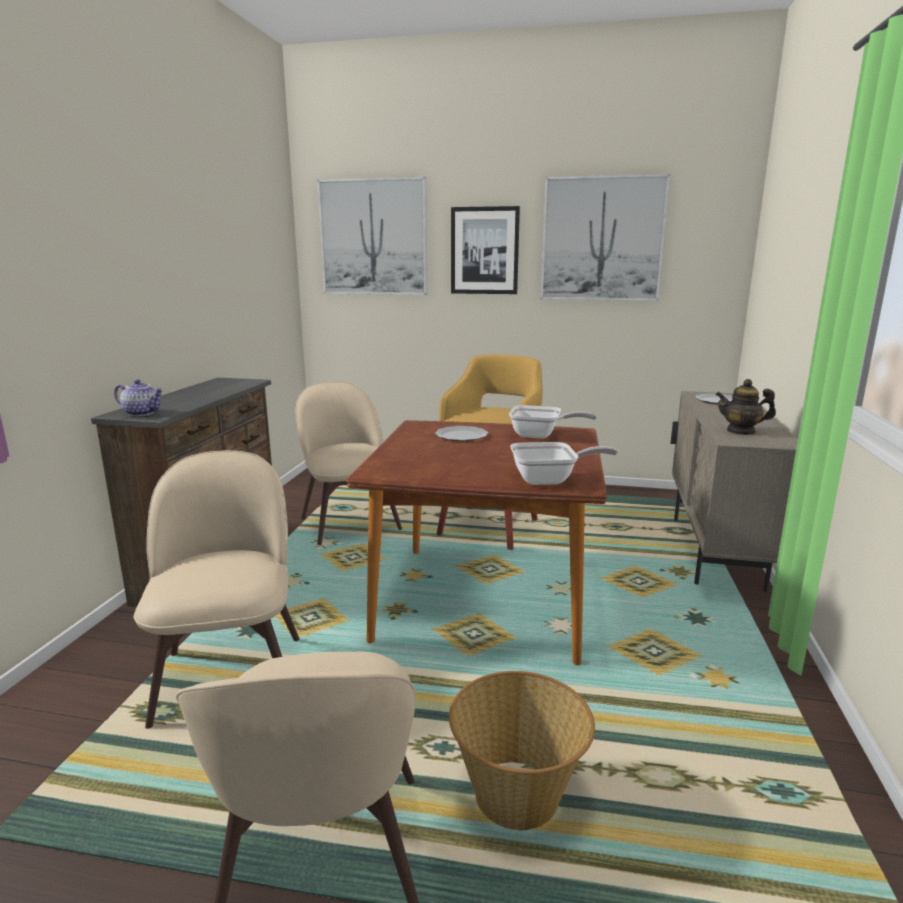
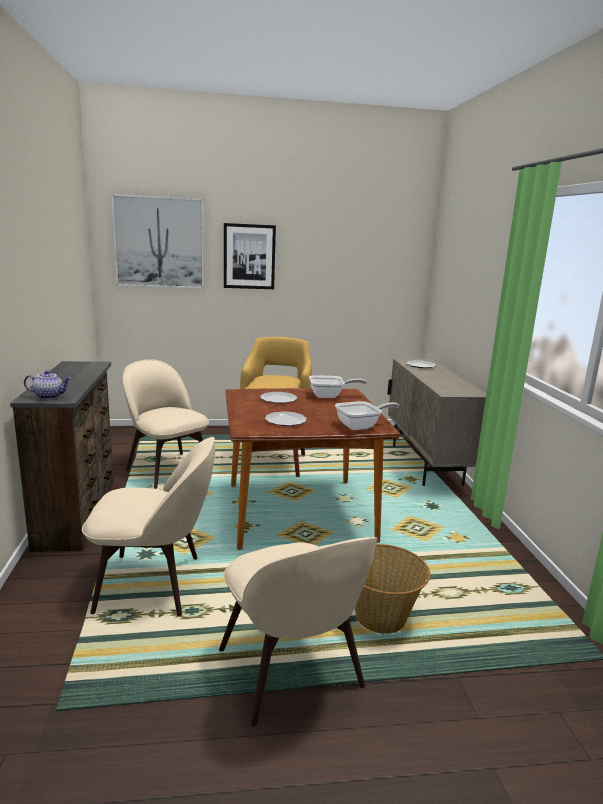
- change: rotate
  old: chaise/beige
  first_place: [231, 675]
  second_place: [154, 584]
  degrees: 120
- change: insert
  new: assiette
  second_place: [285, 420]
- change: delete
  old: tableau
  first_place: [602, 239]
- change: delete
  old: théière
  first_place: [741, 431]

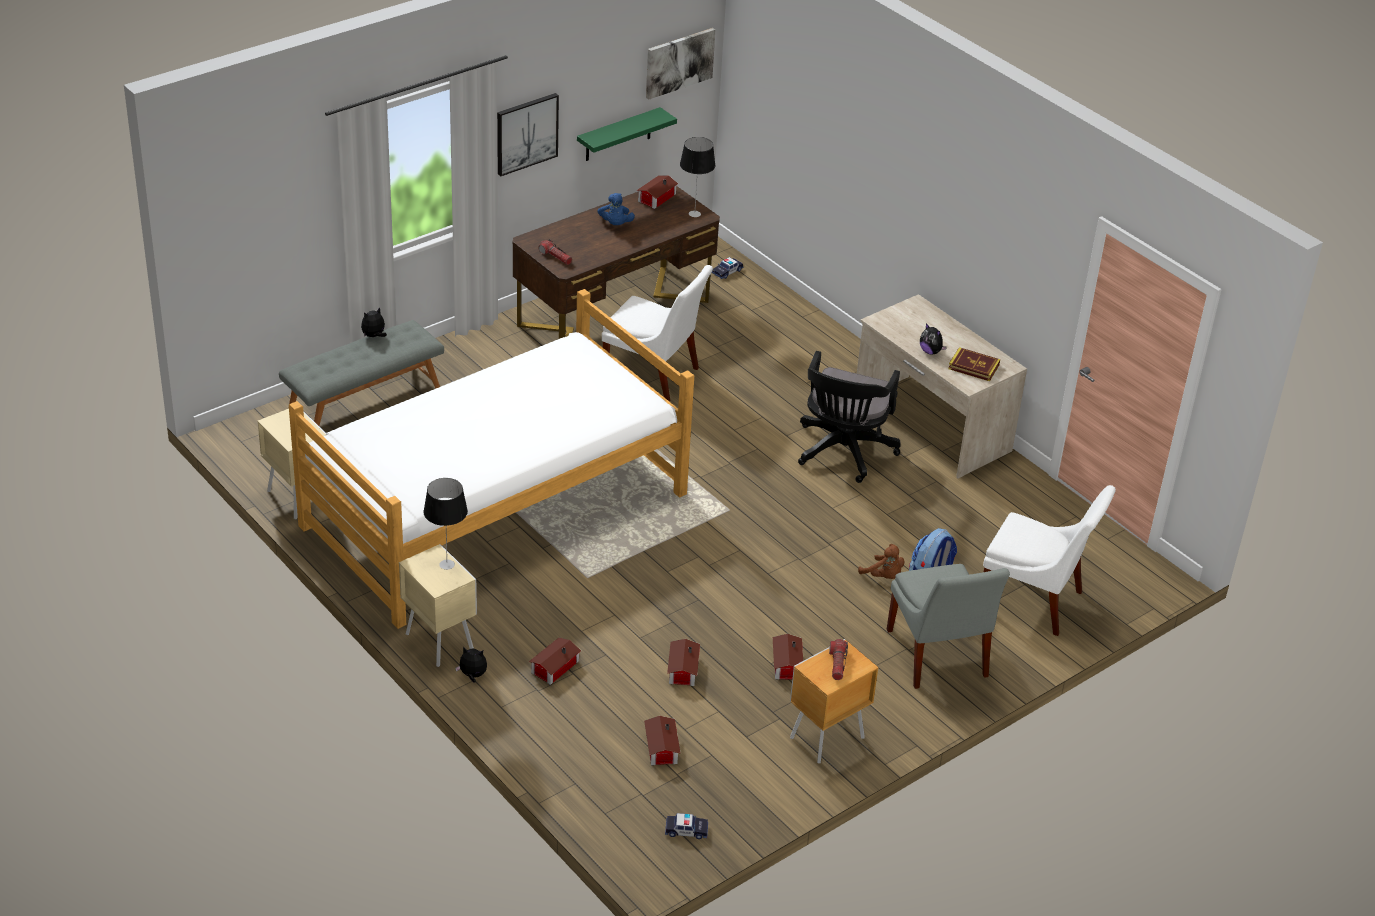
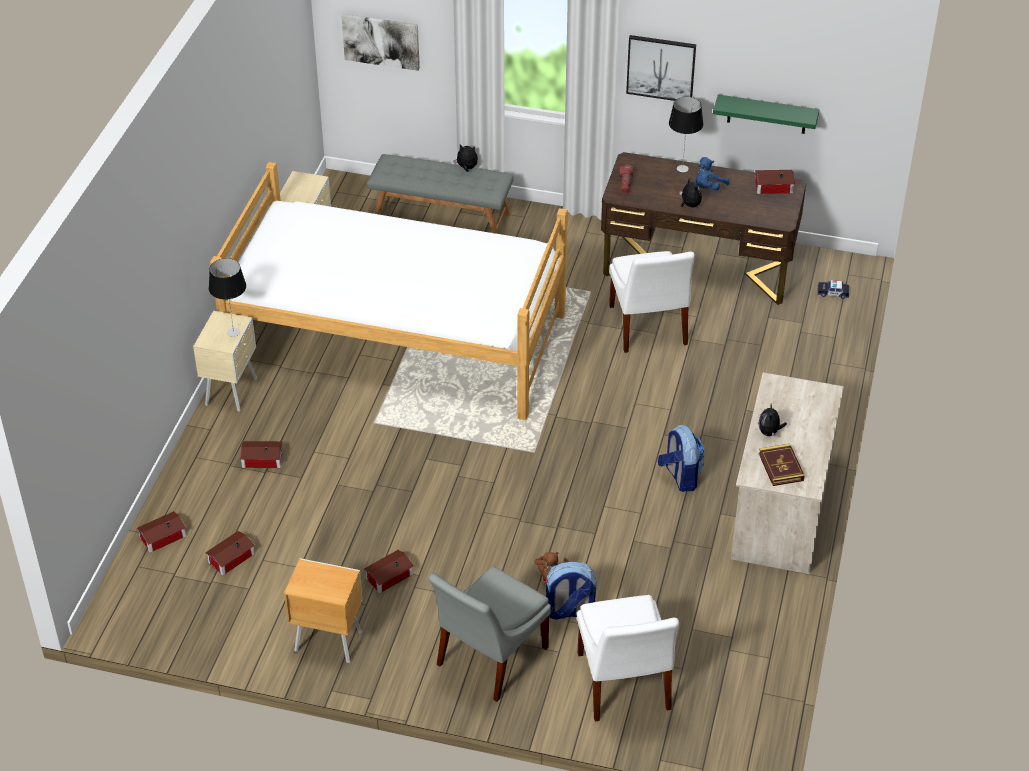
- change: move
  old: maison miniature
  first_place: [681, 670]
  second_place: [161, 537]
- change: move
  old: tableau
  first_place: [679, 62]
  second_place: [381, 41]
- change: replace
  old: chaise de bureau/noir
  new: sac à dos
  first_place: [843, 453]
  second_place: [680, 476]
- change: move
  old: lampe de table
  first_place: [694, 214]
  second_place: [682, 168]
- change: move
  old: peluche
  first_place: [472, 676]
  second_place: [689, 205]
- change: delete
  old: petite voiture
  first_place: [686, 830]
- change: delete
  old: lampe de poche
  first_place: [837, 664]

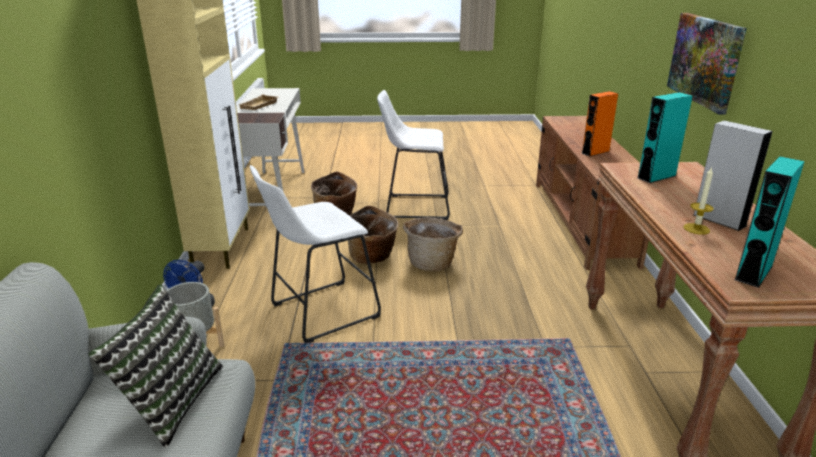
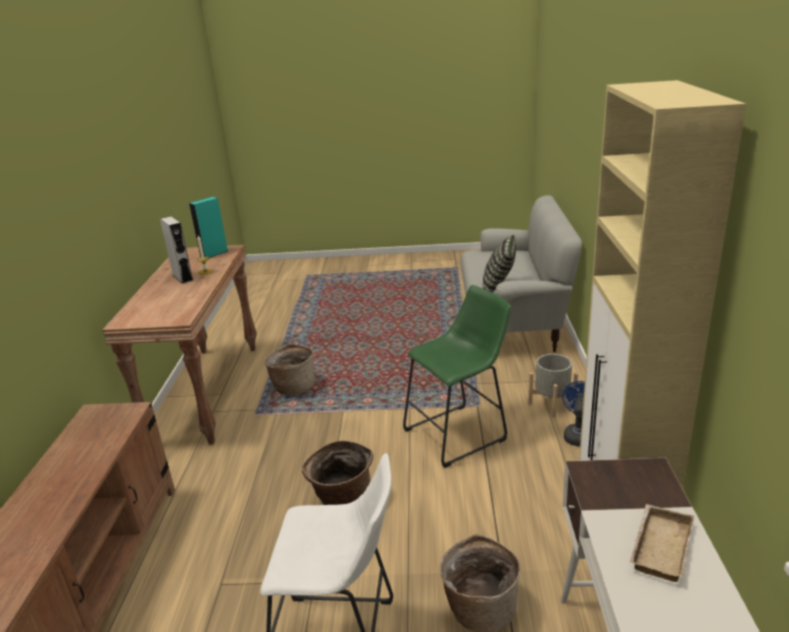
- change: move
  old: panier
  first_place: [372, 257]
  second_place: [293, 387]
- change: recolor
  old: tabouret/blanc
  new: tabouret/vert
  first_place: [319, 312]
  second_place: [460, 433]
- change: delete
  old: enceinte/orange
  first_place: [595, 152]
- change: delete
  old: enceinte/turquoise
  first_place: [656, 177]
- change: delete
  old: tableau
  first_place: [705, 60]

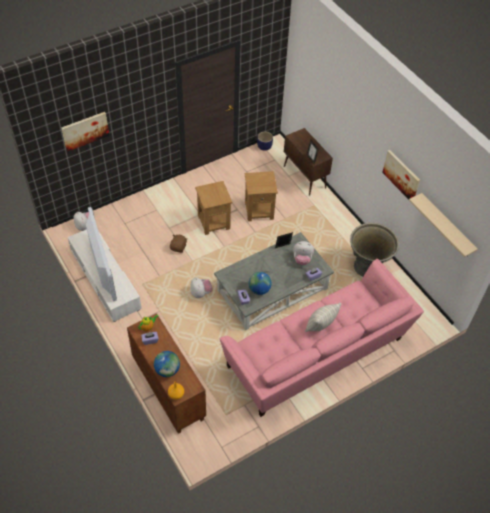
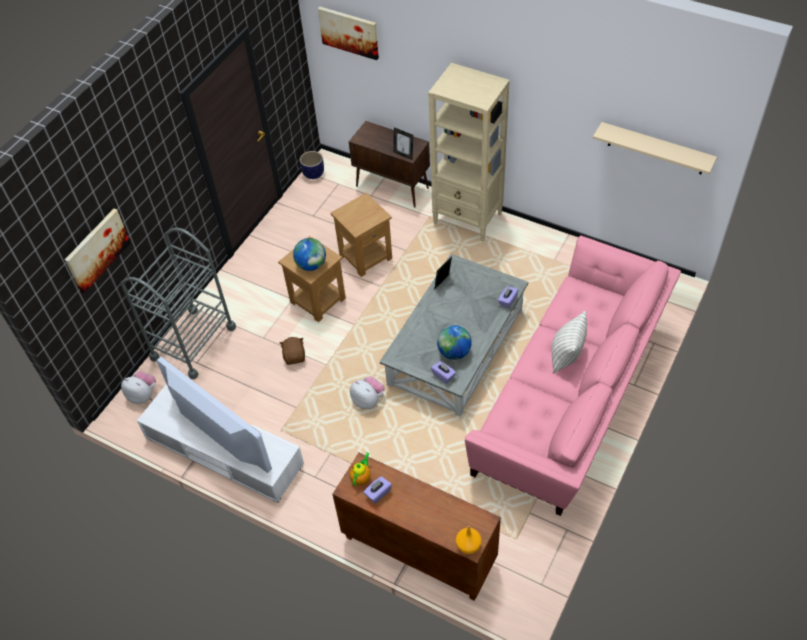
- change: insert
  new: chariot/gris
  second_place: [193, 342]
- change: move
  old: globe
  first_place: [167, 370]
  second_place: [311, 265]
- change: move
  old: tableau
  first_place: [401, 175]
  second_place: [349, 32]
- change: insert
  new: bibliothèque/beige
  second_place: [468, 219]
- change: delete
  old: peluche
  first_place: [302, 259]
- change: delete
  old: cache-pot/gris
  first_place: [367, 267]

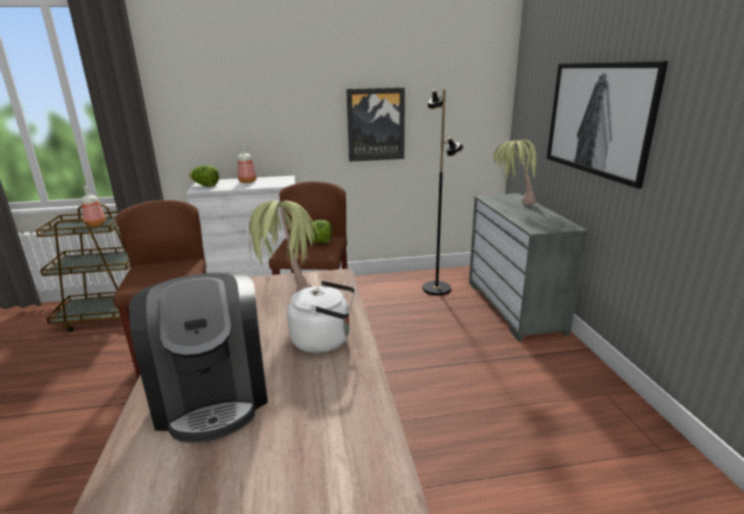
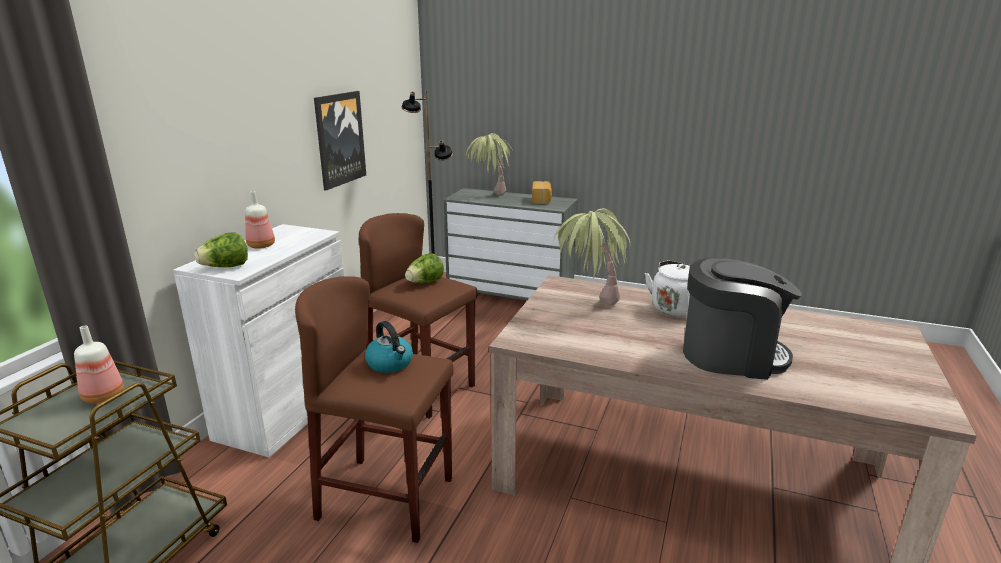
- change: insert
  new: bouilloire
  second_place: [390, 363]
- change: insert
  new: pain
  second_place: [542, 200]
- change: delete
  old: tableau
  first_place: [599, 119]

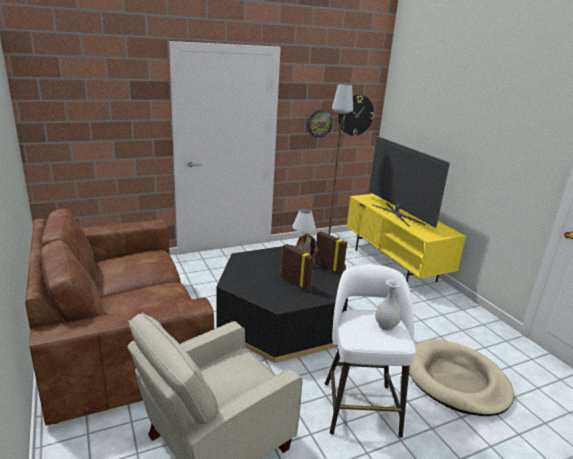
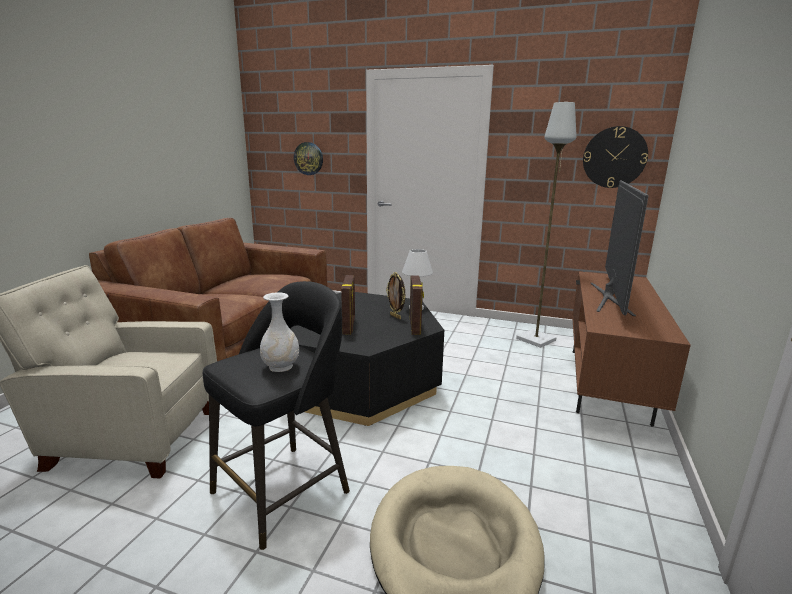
- change: recolor
  old: tabouret/blanc
  new: tabouret/noir
  first_place: [360, 406]
  second_place: [284, 490]
- change: move
  old: horloge murale
  first_place: [319, 123]
  second_place: [308, 158]
- change: recolor
  old: meuble télé/jaune
  new: meuble télé/marron
  first_place: [395, 265]
  second_place: [608, 384]

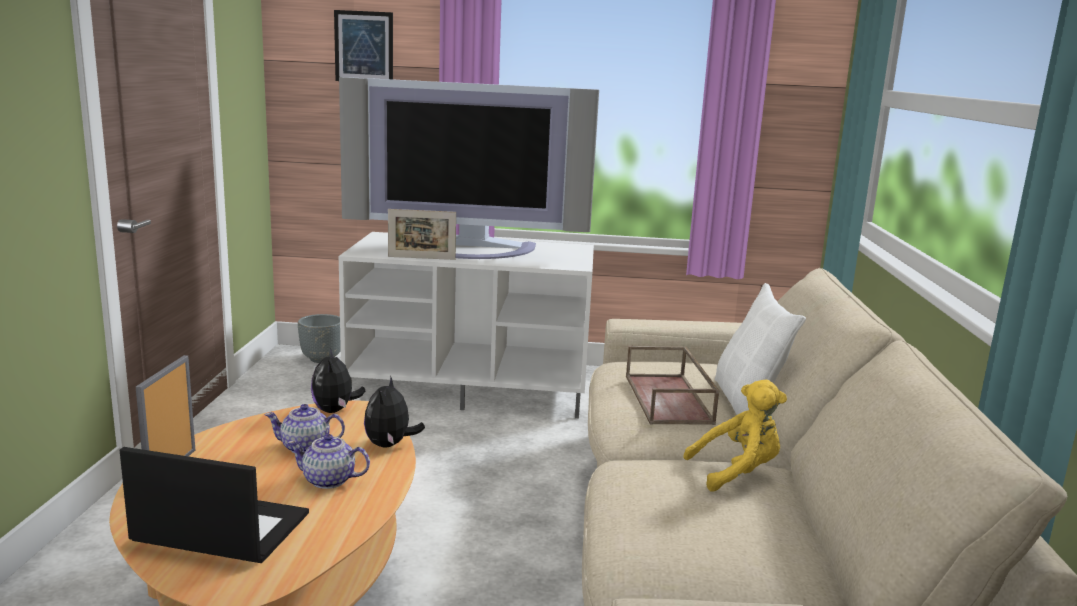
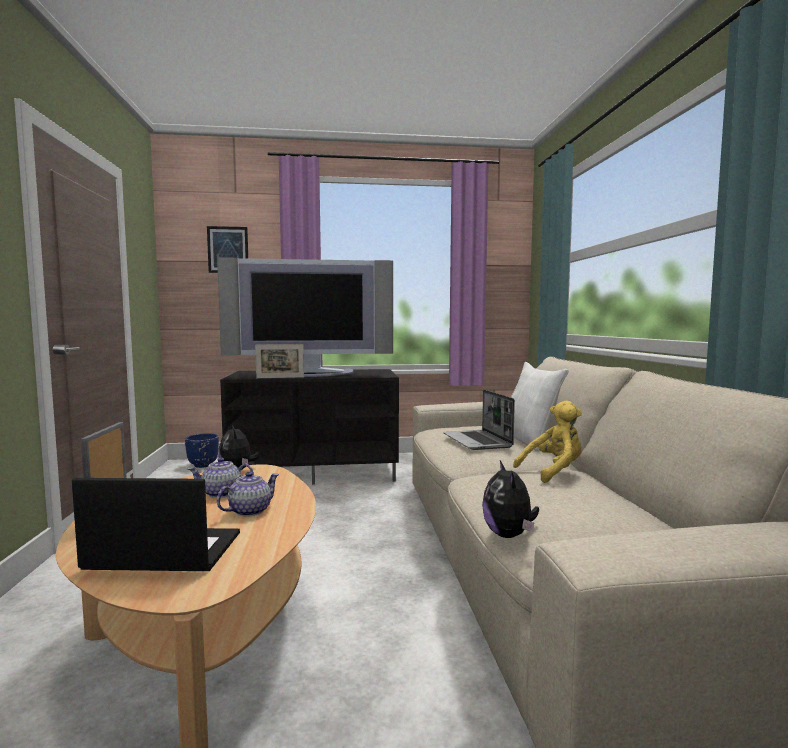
- change: recolor
  old: cache-pot/gris
  new: cache-pot/bleu
  first_place: [321, 359]
  second_place: [203, 465]
- change: rotate
  old: théière
  first_place: [329, 480]
  second_place: [249, 511]
  degrees: 135
- change: recolor
  old: meuble télé/blanc
  new: meuble télé/noir
  first_place: [472, 388]
  second_place: [316, 472]
- change: replace
  old: plateau/marron
  new: ordinateur portable
  first_place: [669, 399]
  second_place: [478, 441]
- change: move
  old: peluche
  first_place: [390, 445]
  second_place: [509, 535]

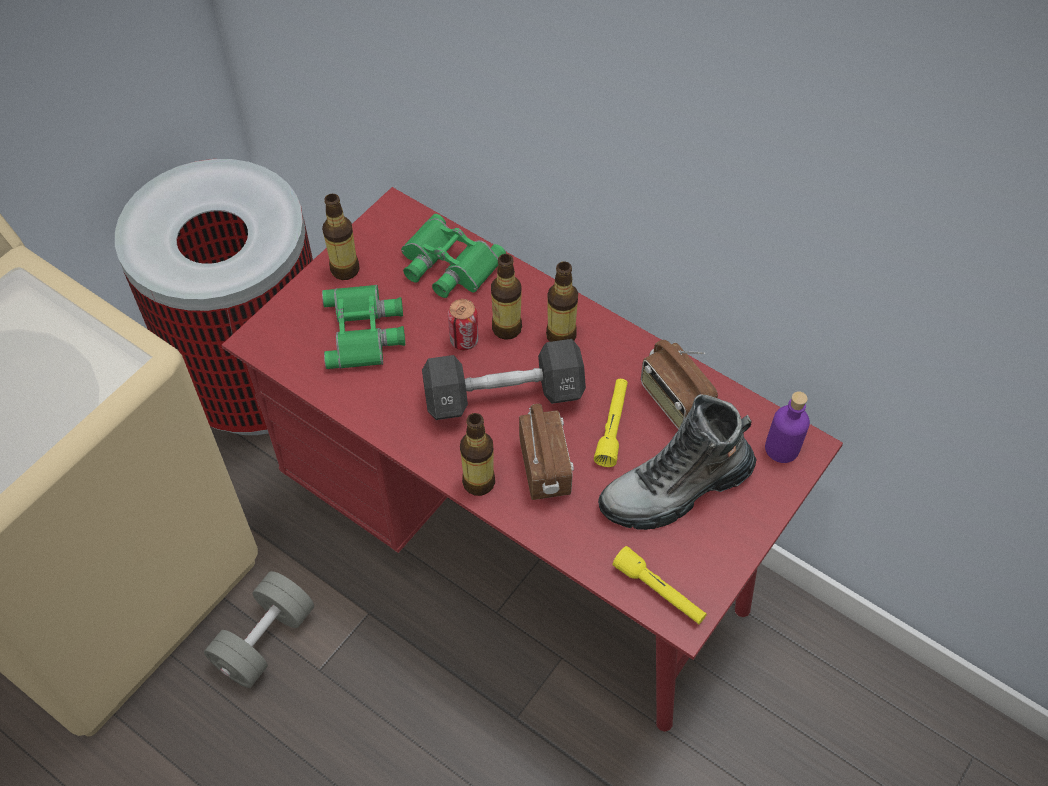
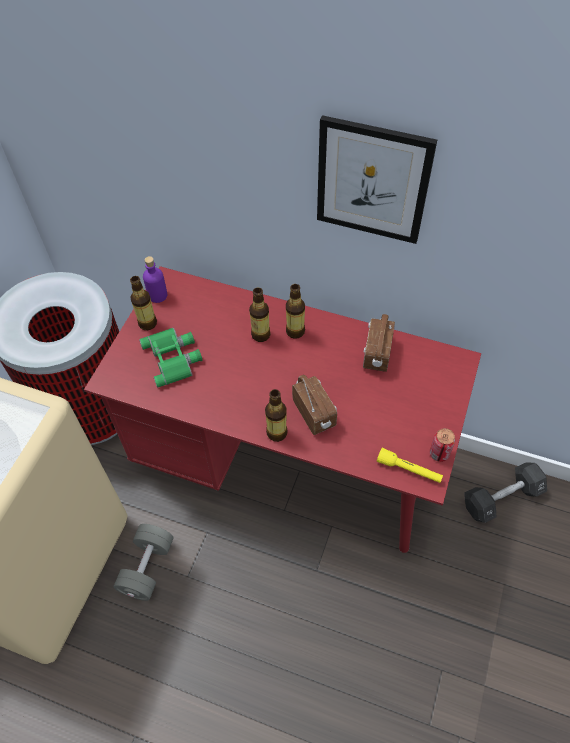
- change: move
  old: bouteille/violet
  first_place: [782, 448]
  second_place: [157, 295]
- change: insert
  new: tableau
  second_place: [372, 181]
- change: rotate
  old: radio
  first_place: [674, 402]
  second_place: [376, 354]
  degrees: 60
- change: move
  old: boîte métallique
  first_place: [464, 340]
  second_place: [439, 453]
- change: move
  old: haltère/noir
  first_place: [503, 396]
  second_place: [502, 498]
- change: delete
  old: jumelles/vert
  first_place: [447, 265]
- change: delete
  old: lampe de poche/jaune
  first_place: [612, 426]
- change: delete
  old: botte
  first_place: [675, 489]

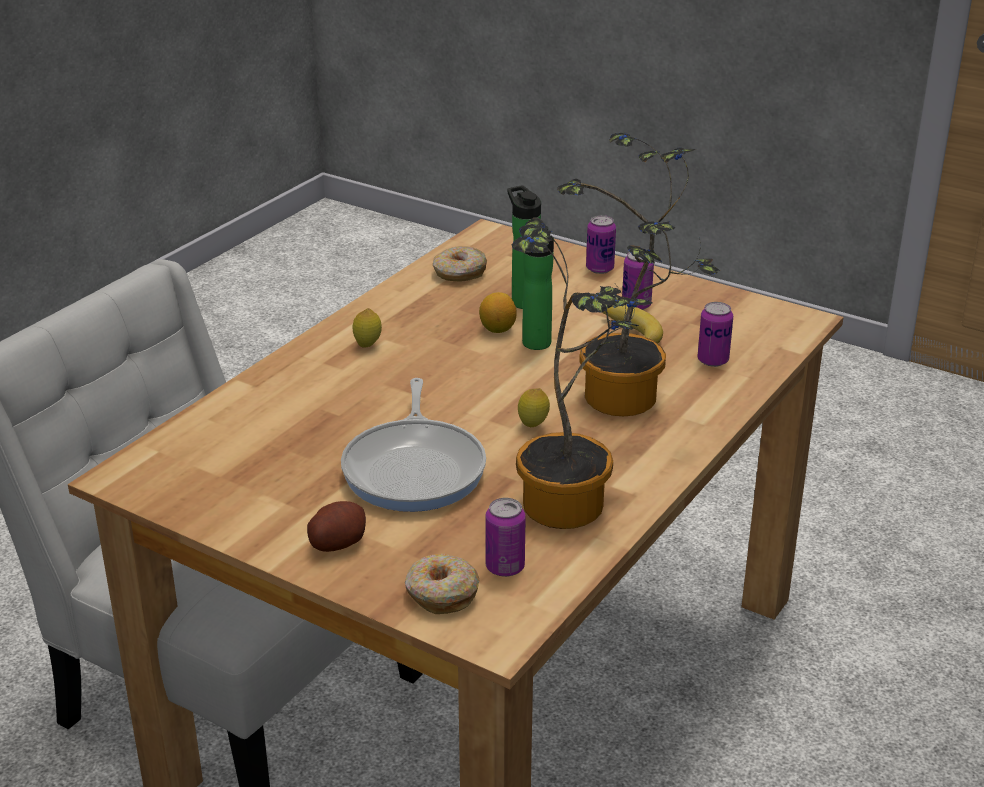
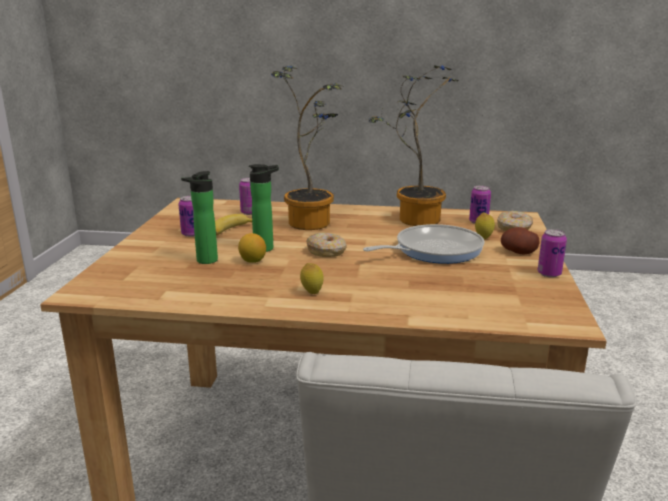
- change: move
  old: beignet
  first_place: [459, 273]
  second_place: [327, 251]
- change: move
  old: citron
  first_place: [533, 426]
  second_place: [483, 238]
- change: move
  old: boîte métallique
  first_place: [599, 269]
  second_place: [549, 274]

